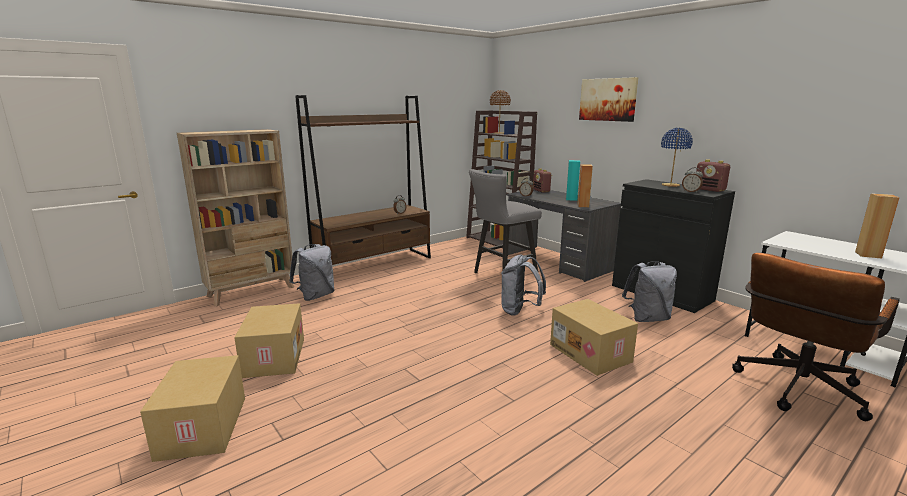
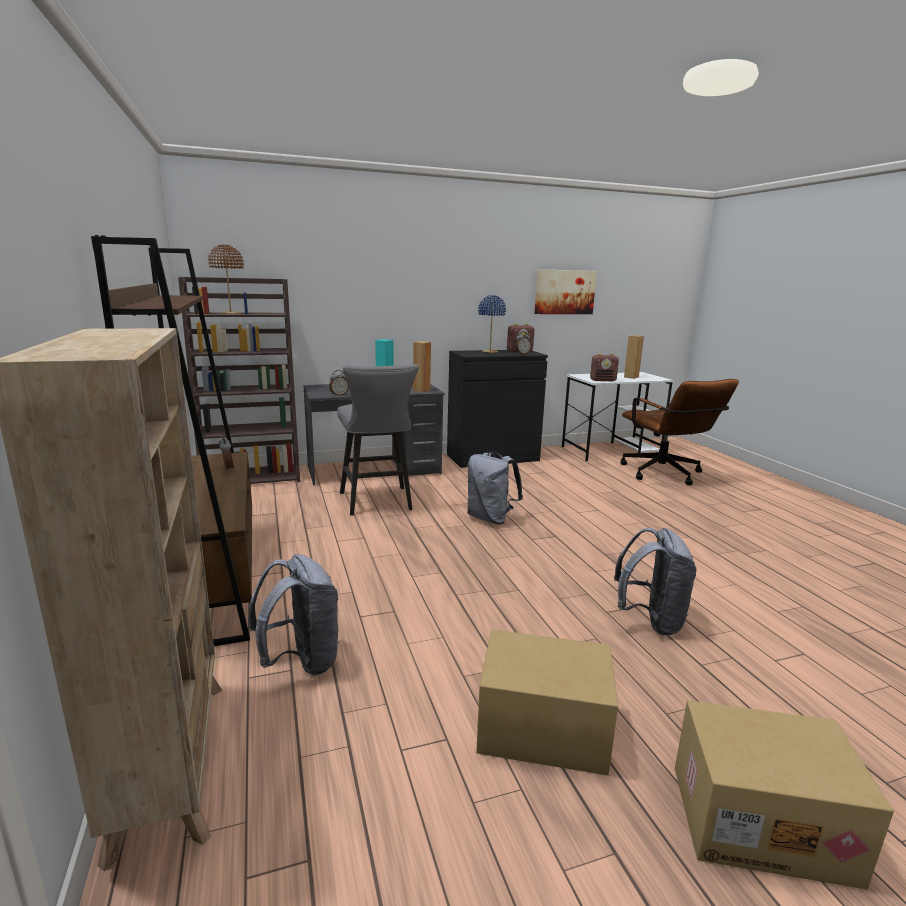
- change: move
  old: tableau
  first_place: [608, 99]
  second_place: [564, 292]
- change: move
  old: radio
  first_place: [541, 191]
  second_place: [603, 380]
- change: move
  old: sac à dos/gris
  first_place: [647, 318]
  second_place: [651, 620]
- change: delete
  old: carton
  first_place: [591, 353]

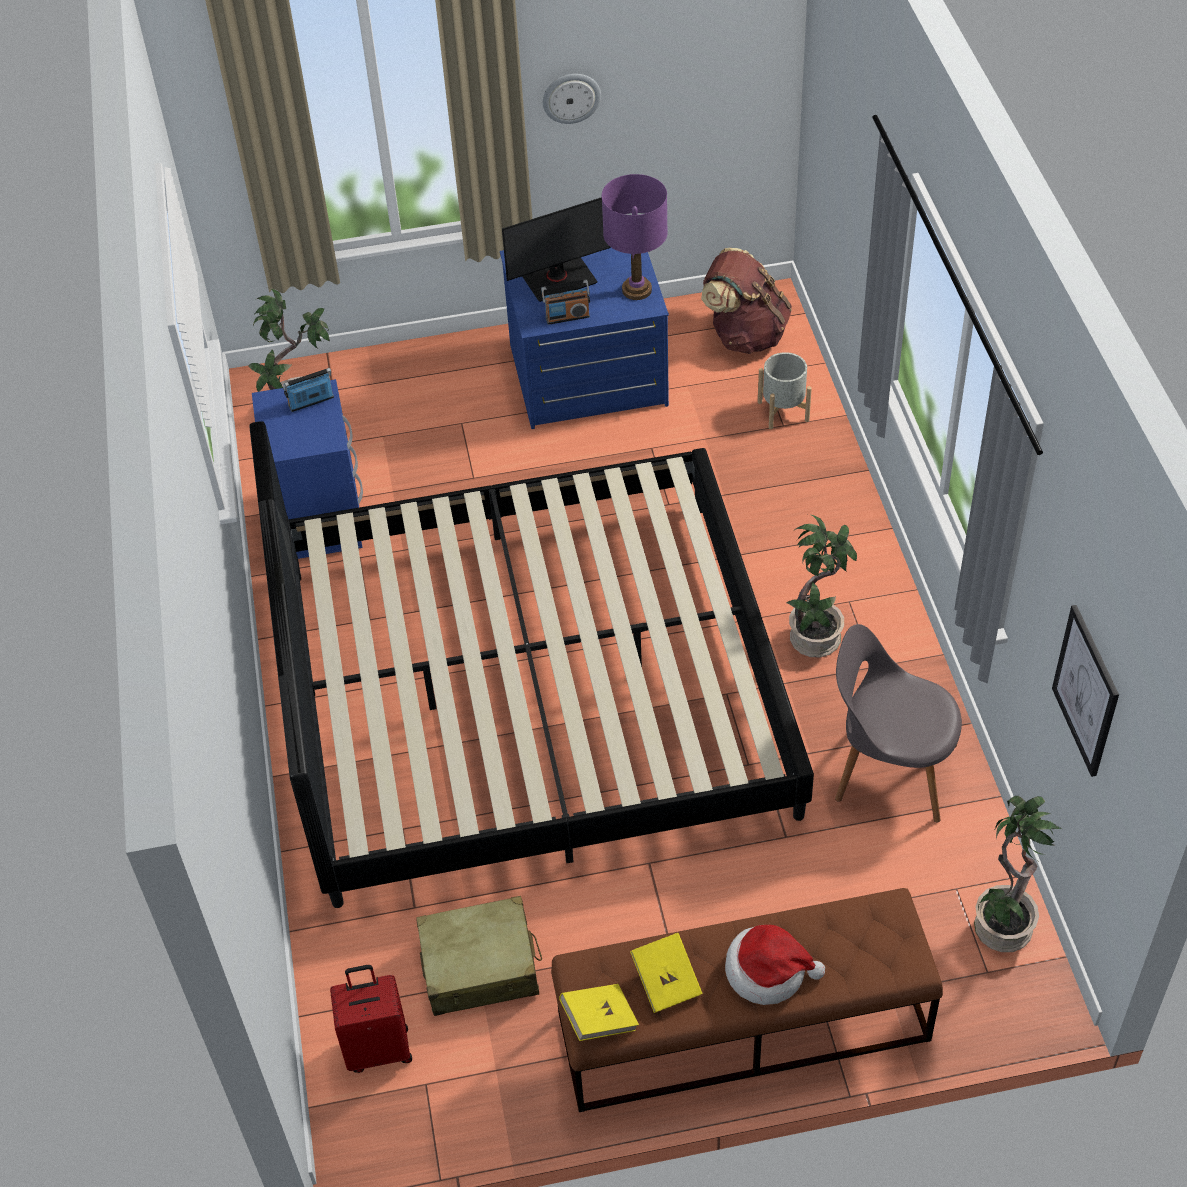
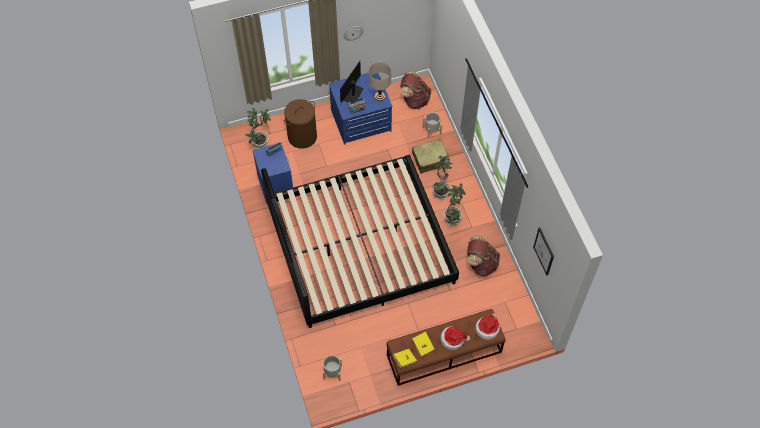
- change: insert
  new: panier à linge/marron
  second_place: [302, 136]
- change: replace
  old: valise/rouge
  new: cache-pot/gris
  first_place: [378, 1048]
  second_place: [332, 372]
- change: rotate
  old: écran d'ordinateur
  first_place: [559, 279]
  second_place: [351, 94]
  degrees: 150
- change: recolor
  old: lampe de table/violet
  new: lampe de table/beige
  first_place: [636, 290]
  second_place: [380, 96]
- change: move
  old: valise/beige
  first_place: [480, 967]
  second_place: [430, 159]
- change: move
  old: plante en pot
  first_place: [1000, 925]
  second_place: [440, 192]
- change: replace
  old: chaise/gris
  new: sac à dos/marron
  first_place: [889, 769]
  second_place: [481, 263]
- change: insert
  new: chapeau
  second_place: [487, 329]

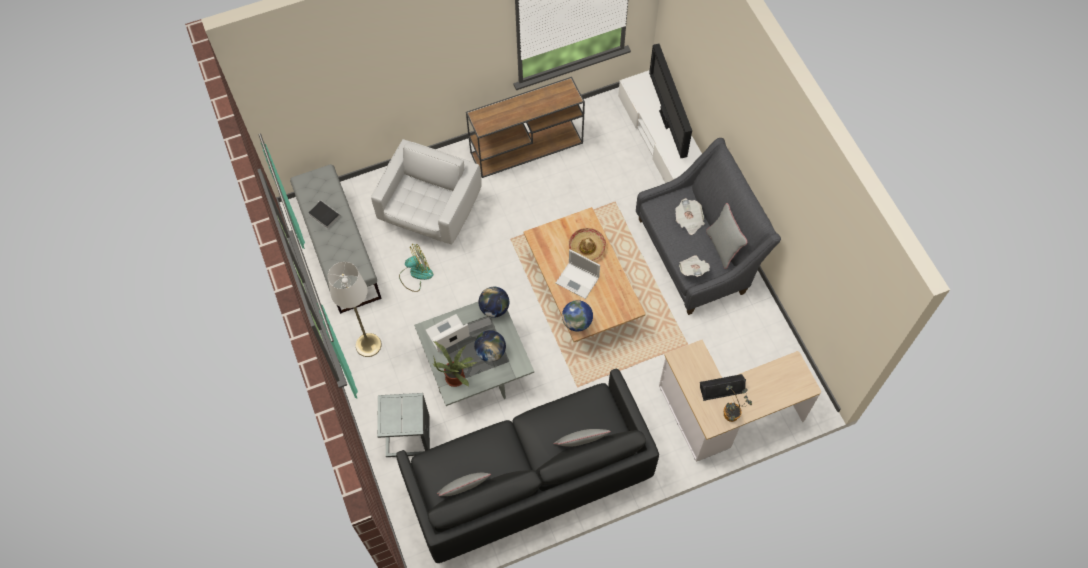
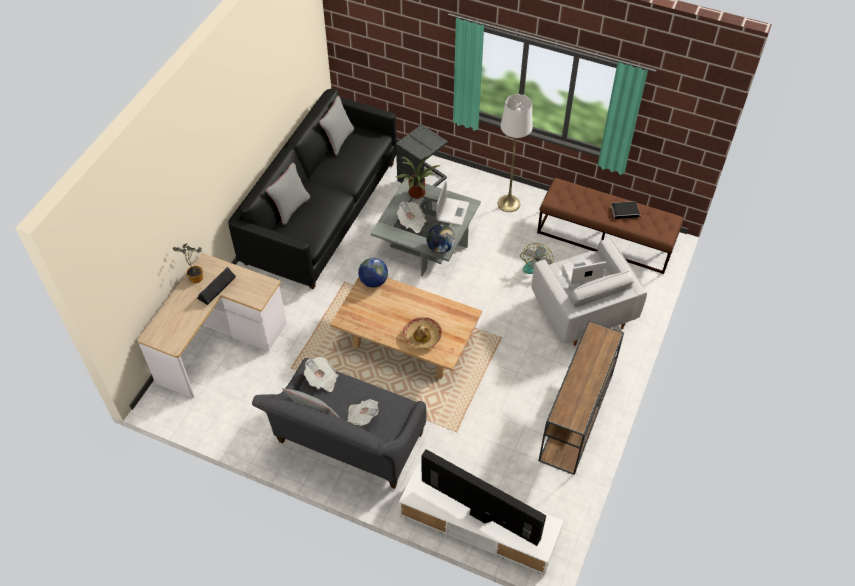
- change: replace
  old: globe
  new: journal
  first_place: [490, 352]
  second_place: [412, 222]
- change: recolor
  old: banc/gris
  new: banc/marron
  first_place: [339, 248]
  second_place: [605, 239]
- change: move
  old: ordinateur portable
  first_place: [578, 280]
  second_place: [581, 272]

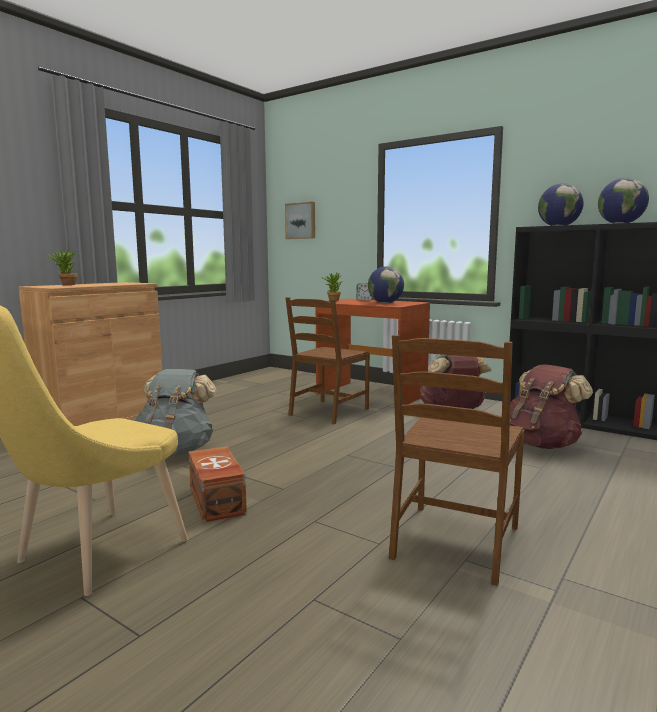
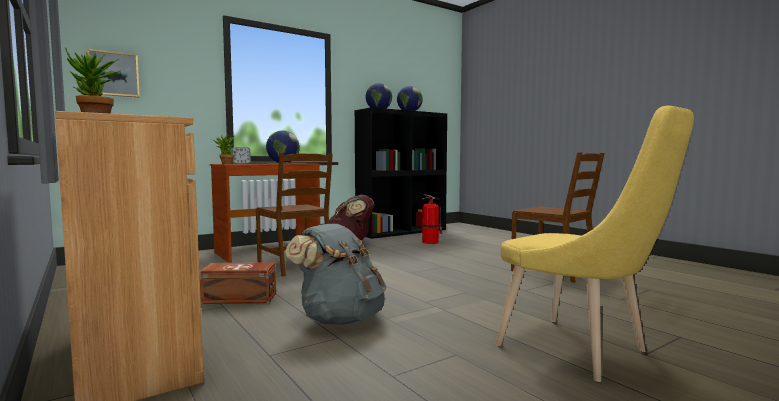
- change: move
  old: boîte de rangement/marron
  first_place: [216, 501]
  second_place: [240, 298]
- change: replace
  old: sac à dos/marron
  new: extincteur
  first_place: [541, 445]
  second_place: [431, 242]

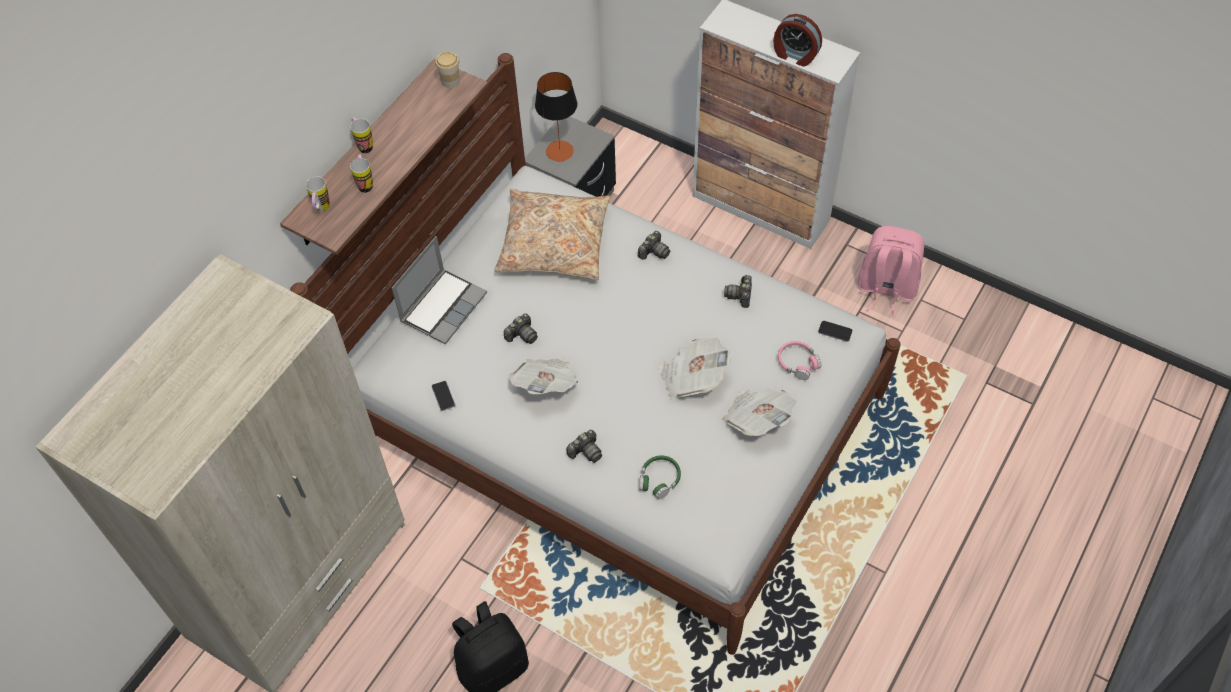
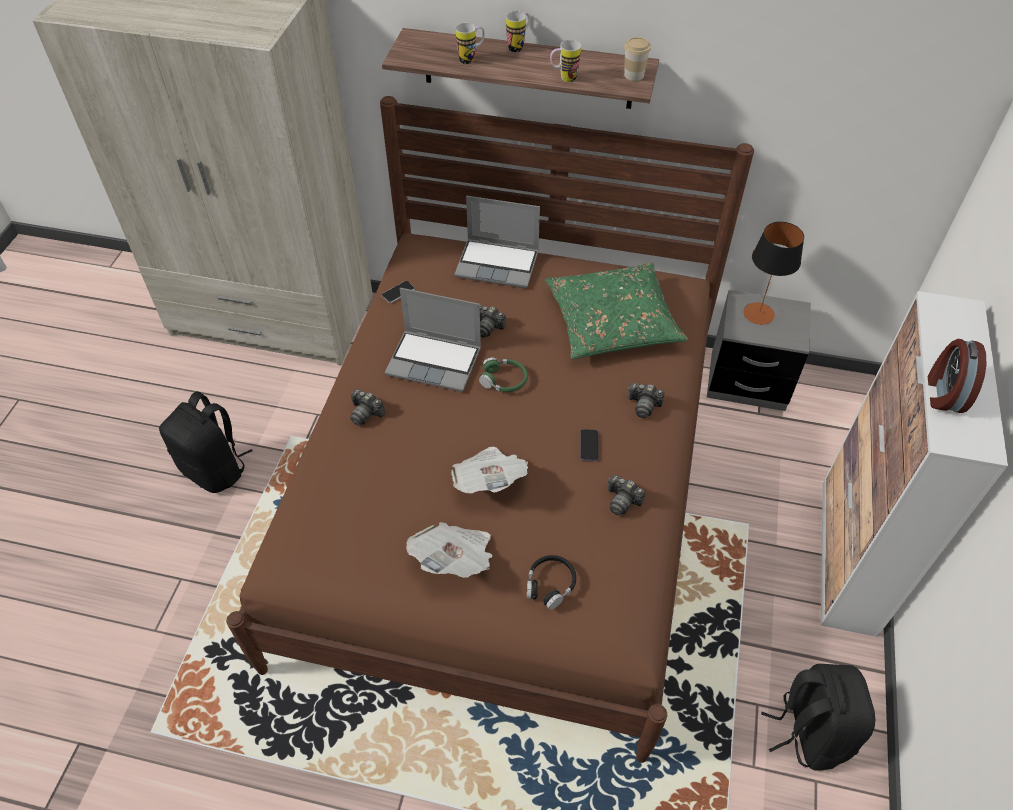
- change: recolor
  old: lit/blanc
  new: lit/marron
  first_place: [619, 418]
  second_place: [506, 493]
- change: replace
  old: journal
  new: ordinateur portable
  first_place: [547, 384]
  second_place: [435, 361]
- change: move
  old: casque audio/vert
  first_place: [659, 479]
  second_place: [504, 380]
- change: recolor
  old: casque audio/rose
  new: casque audio/noir
  first_place: [797, 363]
  second_place: [550, 584]
- change: recolor
  old: coussin/beige
  new: coussin/vert
  first_place: [554, 243]
  second_place: [612, 321]
- change: move
  old: mug
  first_place: [321, 210]
  second_place: [563, 79]
- change: move
  old: téléphone
  first_place: [835, 332]
  second_place: [589, 446]
- change: rotate
  old: appareil photo
  first_place: [740, 295]
  second_place: [622, 501]
  degrees: -135
- change: recolor
  old: sac à dos/rose
  new: sac à dos/noir
  first_place: [885, 289]
  second_place: [808, 730]

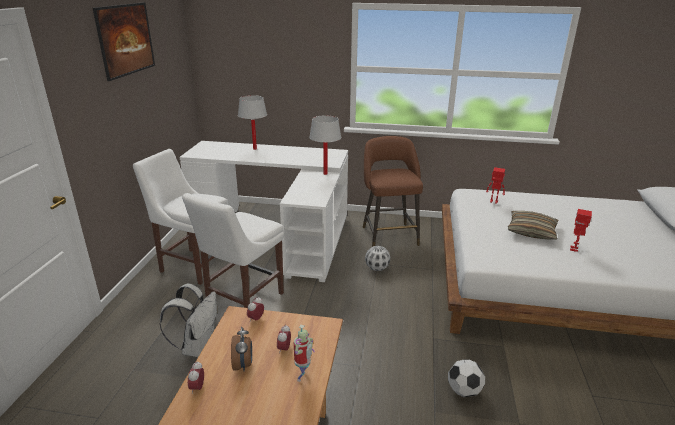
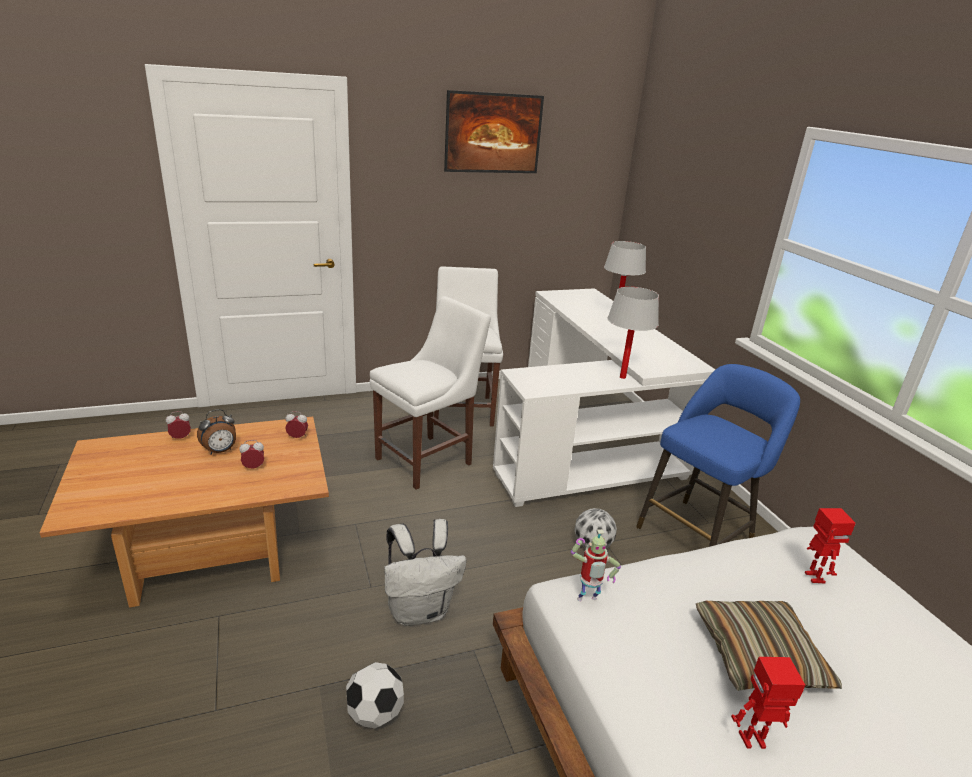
- change: rotate
  old: chaise/blanc
  first_place: [242, 301]
  second_place: [428, 460]
  degrees: 135
- change: move
  old: sac à dos/blanc
  first_place: [198, 346]
  second_place: [420, 610]
- change: move
  old: robot jouet
  first_place: [303, 377]
  second_place: [587, 601]
- change: recolor
  old: tabouret/marron
  new: tabouret/bleu
  first_place: [389, 235]
  second_place: [698, 534]

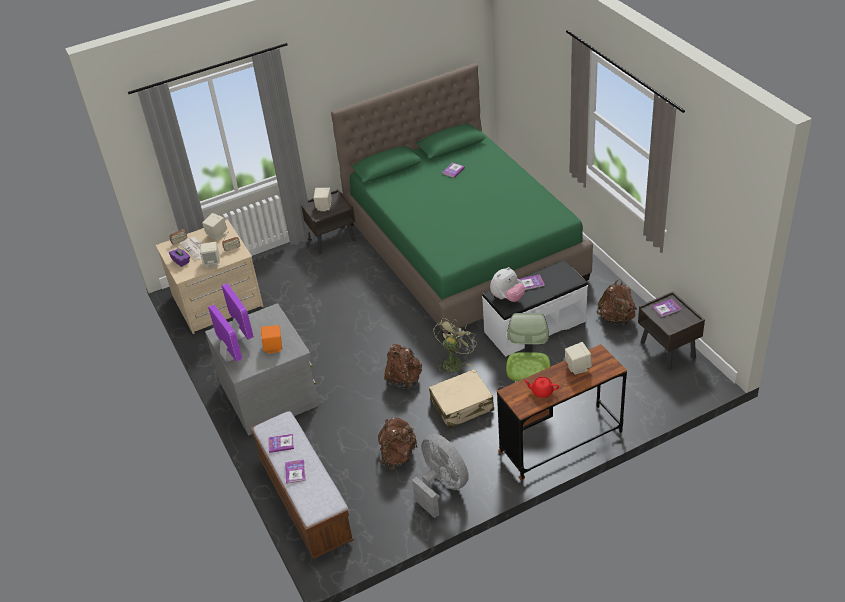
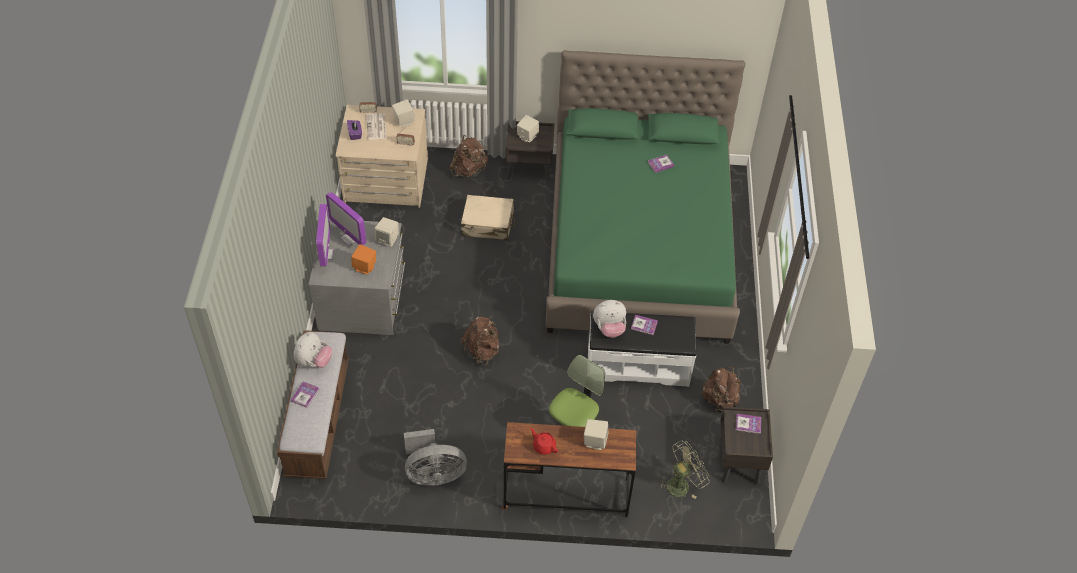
- change: replace
  old: livre
  new: peluche
  first_place: [281, 444]
  second_place: [314, 361]
- change: rotate
  old: écran d'ordinateur
  first_place: [242, 333]
  second_place: [350, 238]
  degrees: 135
- change: move
  old: enceinte/beige
  first_place: [212, 262]
  second_place: [388, 239]
- change: rotate
  old: ventilateur/gris
  first_place: [441, 487]
  second_place: [433, 474]
  degrees: 90
- change: move
  old: sac à dos/marron
  first_place: [398, 456]
  second_place: [469, 171]
- change: move
  old: valise/beige
  first_place: [462, 406]
  second_place: [488, 224]
- change: move
  old: ventilateur/vert
  first_place: [454, 361]
  second_place: [681, 483]

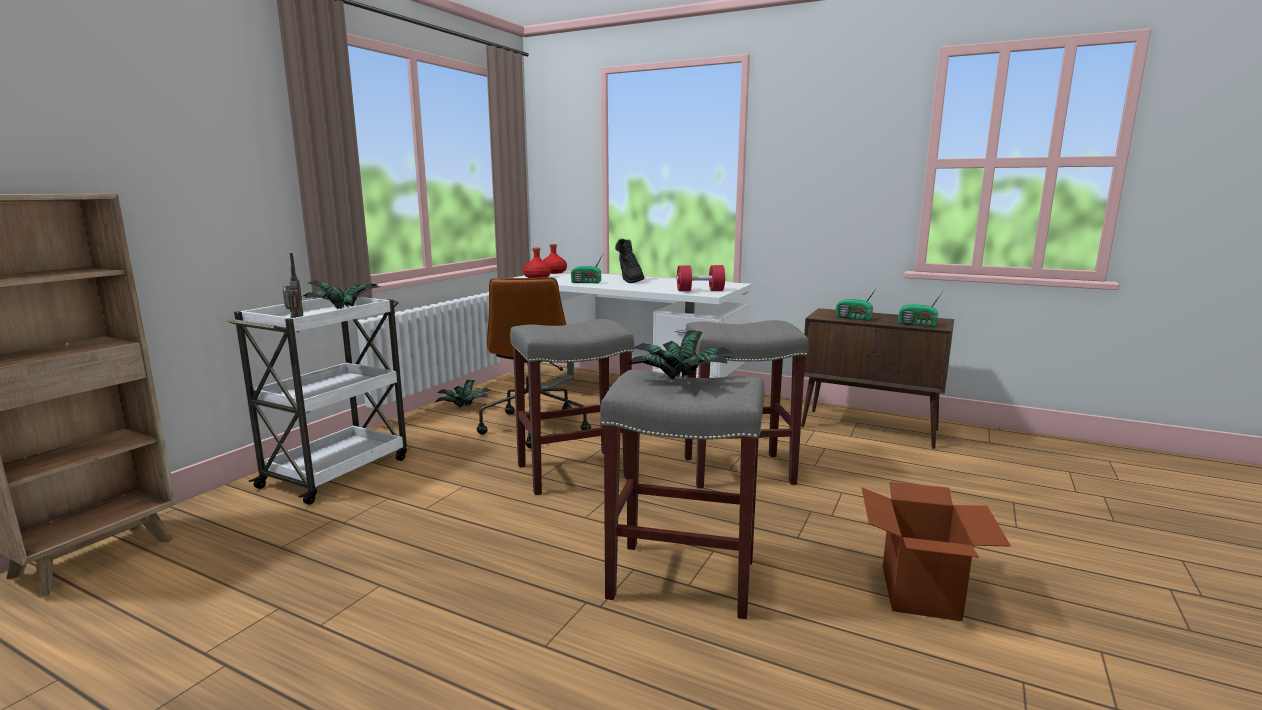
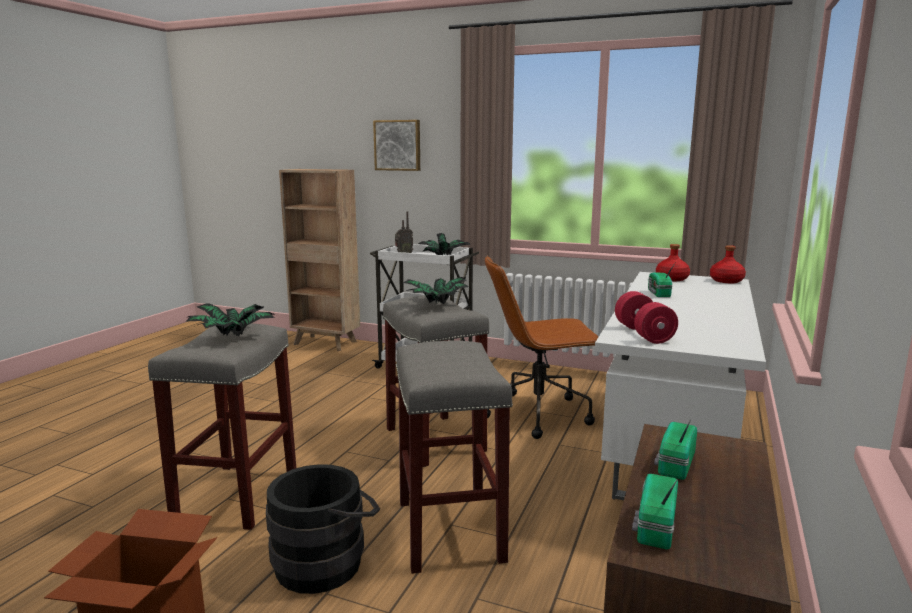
- change: insert
  new: seau/noir
  second_place: [326, 561]
- change: insert
  new: tableau
  second_place: [398, 145]
- change: move
  old: plante en pot
  first_place: [465, 407]
  second_place: [436, 306]
- change: delete
  old: botte/noir
  first_place: [629, 280]

